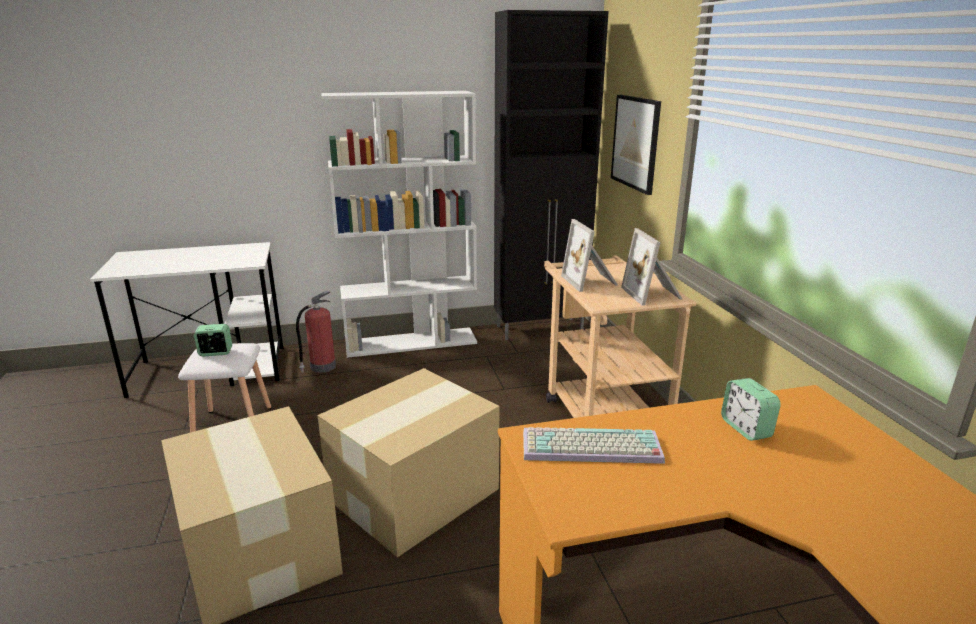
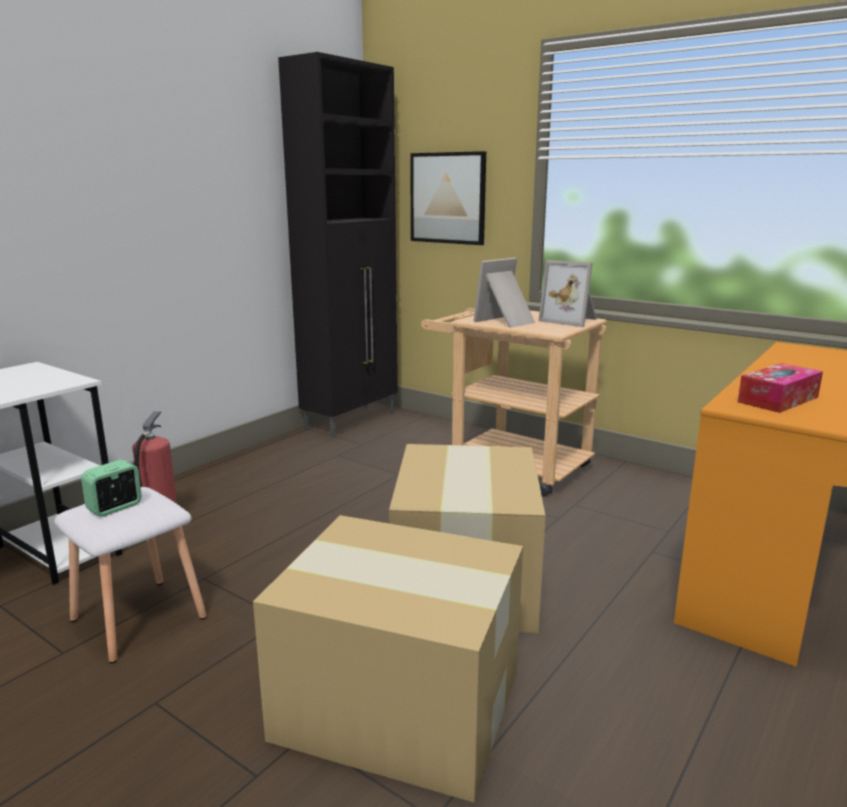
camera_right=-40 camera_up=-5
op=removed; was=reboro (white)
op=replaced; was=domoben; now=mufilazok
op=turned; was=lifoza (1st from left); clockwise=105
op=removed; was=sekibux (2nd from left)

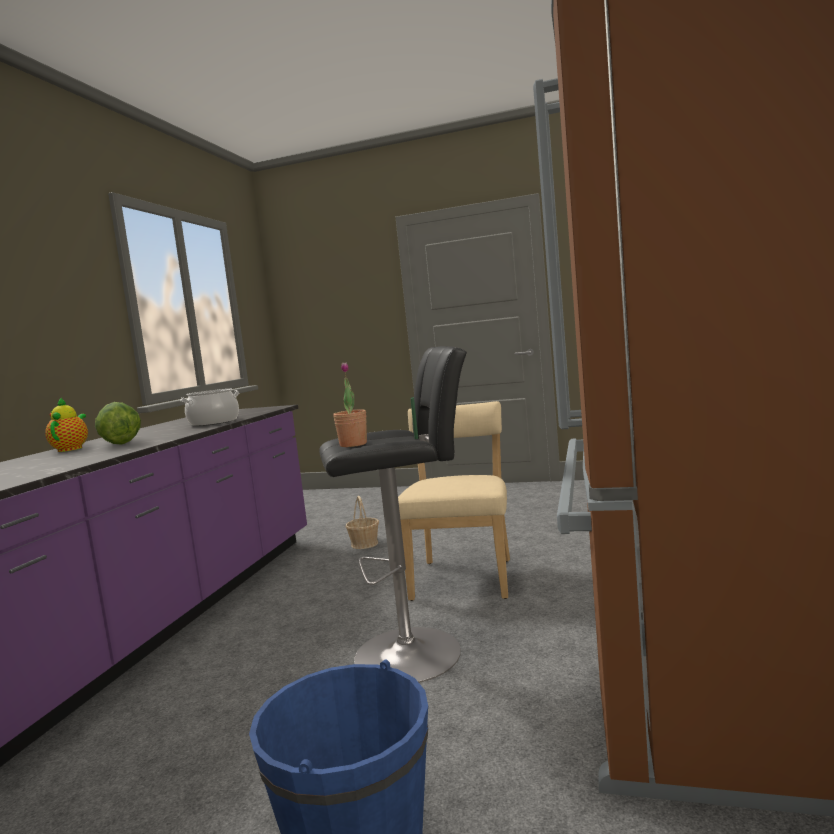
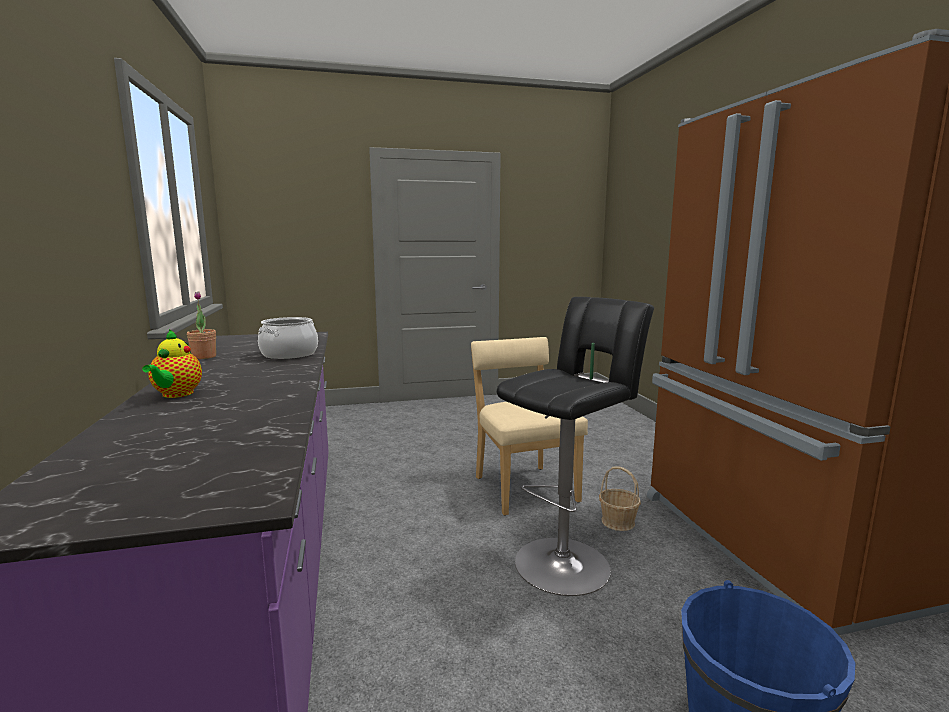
camera_right=-30 camera_up=5
op=turned; was=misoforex; clockwise=-150
op=removed; was=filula
op=moved; was=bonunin
op=moved; was=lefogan

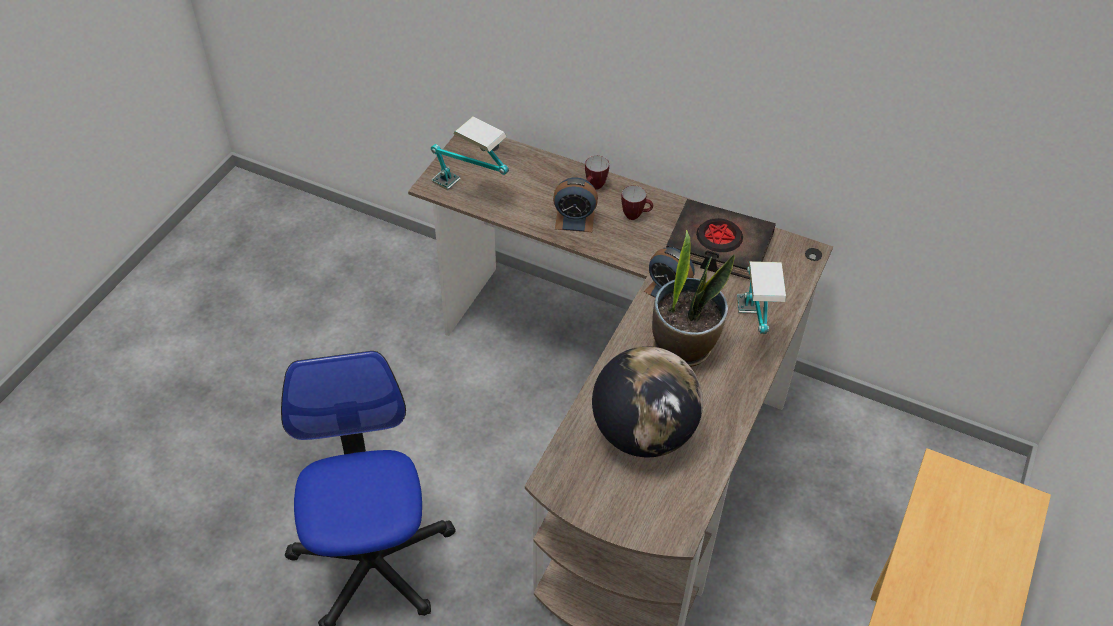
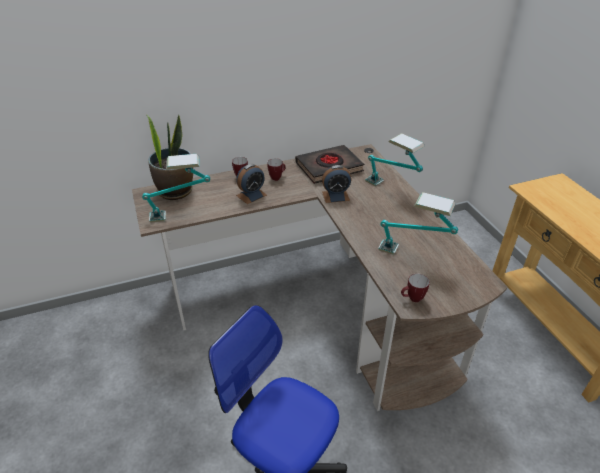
camera_right=-45 camera_up=-10
op=replaced; was=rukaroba; now=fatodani (3rd from left)
op=moved; was=bonunin
op=added; now=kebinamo (3rd from left)

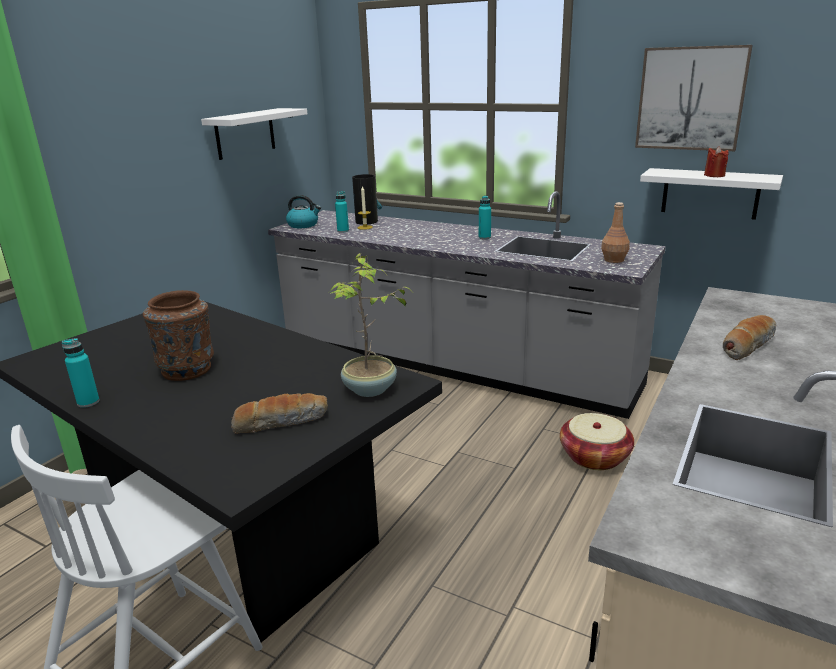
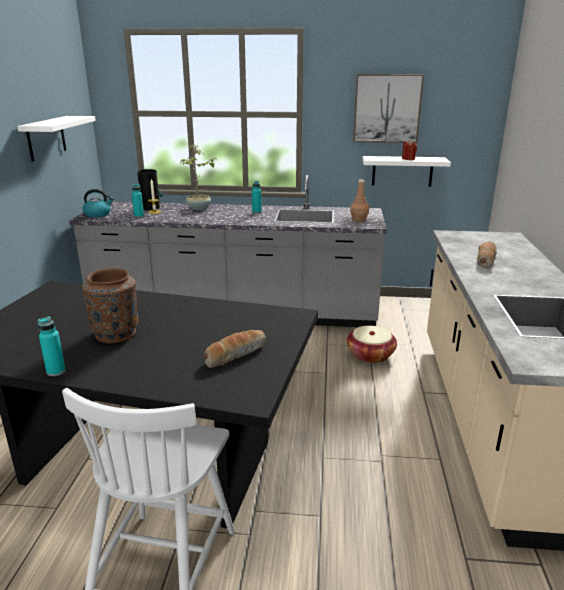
camera_right=-25 camera_up=0
op=moved; was=bonunin

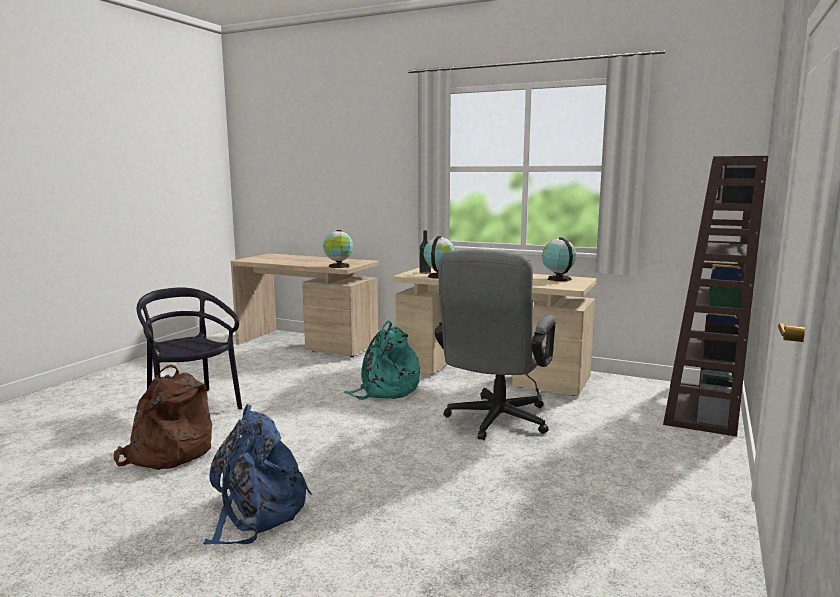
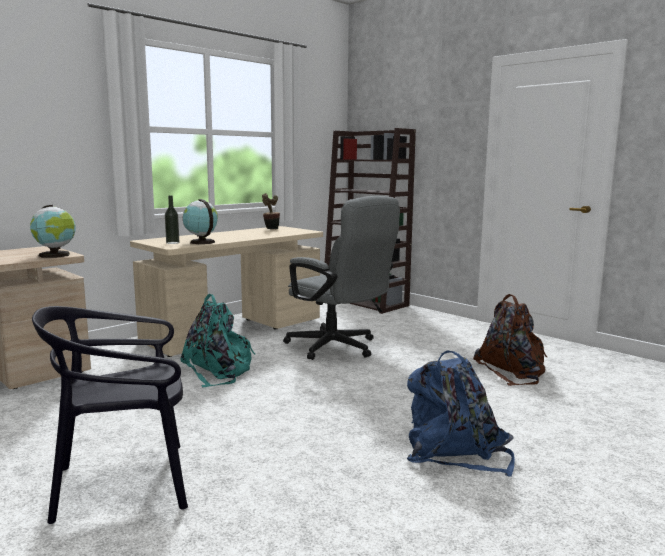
camera_right=-70 camera_up=0
op=moved; was=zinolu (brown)
op=replaced; was=rukaroba (3rd from left); now=bonunin

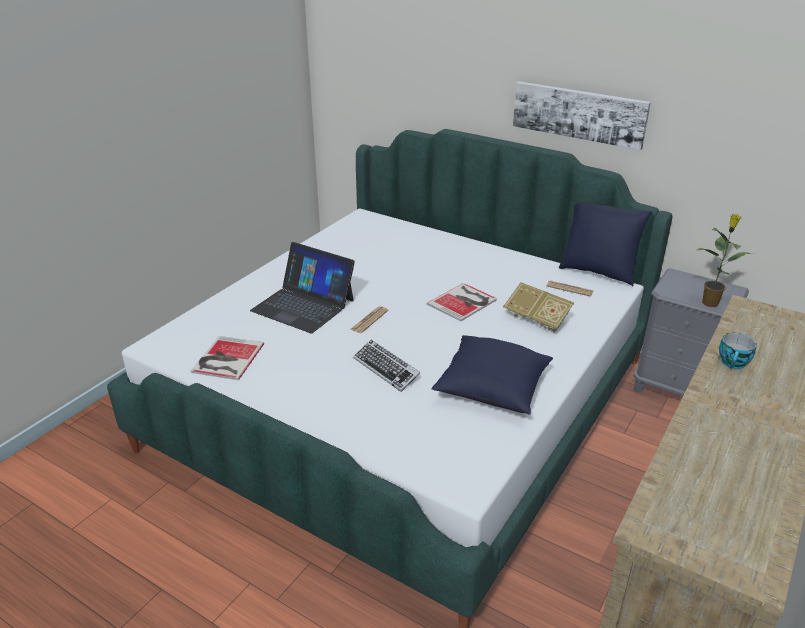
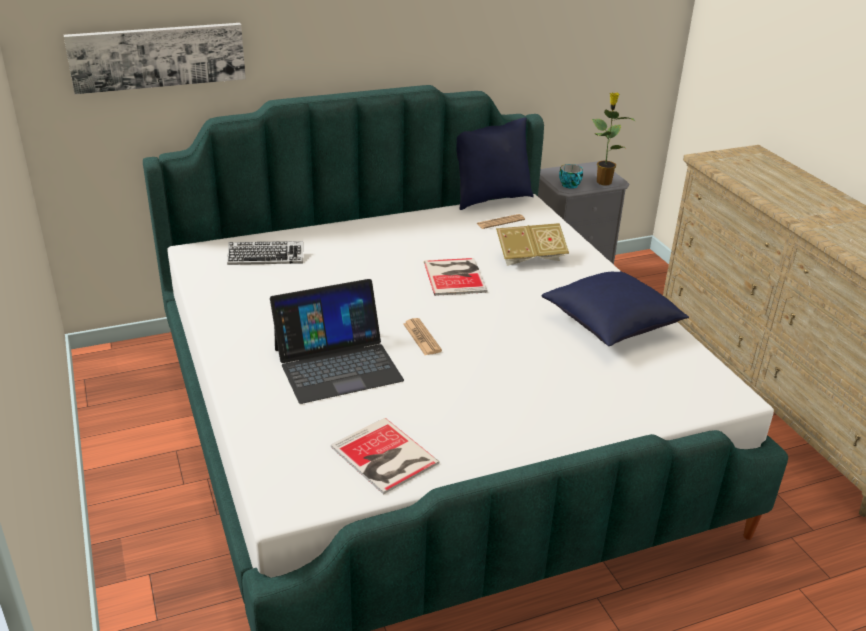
camera_right=-55 camera_up=0
op=moved; was=domoben
op=moved; was=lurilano
op=moved; was=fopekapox

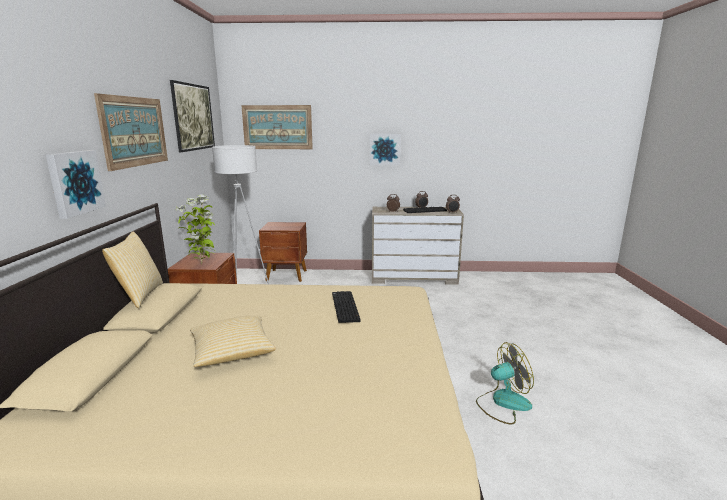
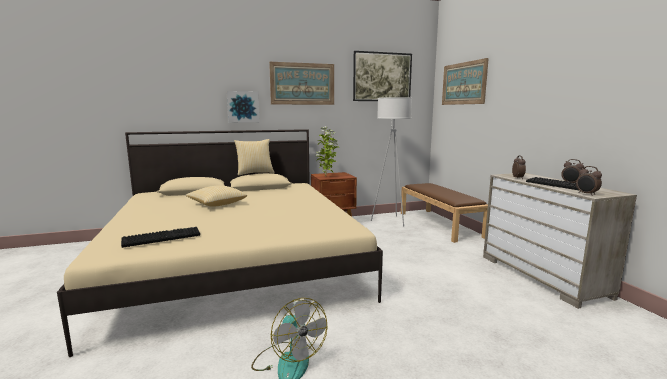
camera_right=70 camera_up=-5
op=replaced; was=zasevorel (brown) (2nd from left); now=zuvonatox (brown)
op=moved; was=domoben (1st from left)
op=removed; was=lurilano (5th from left)

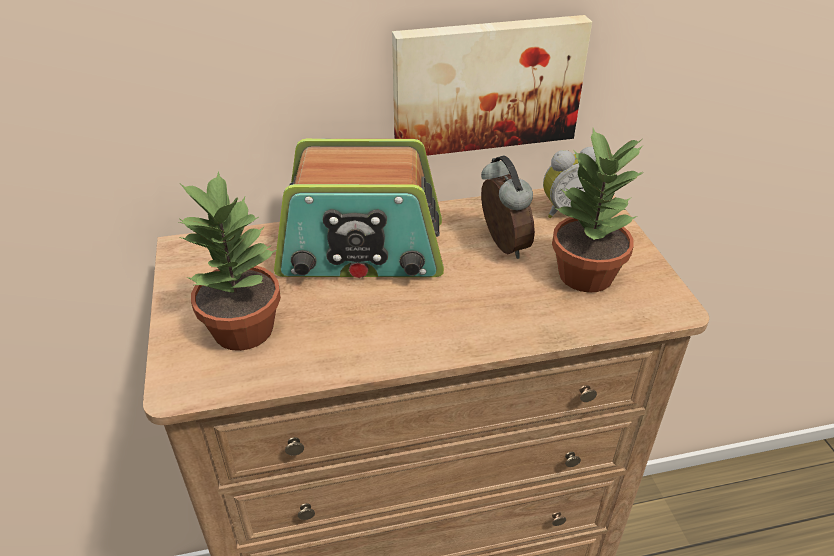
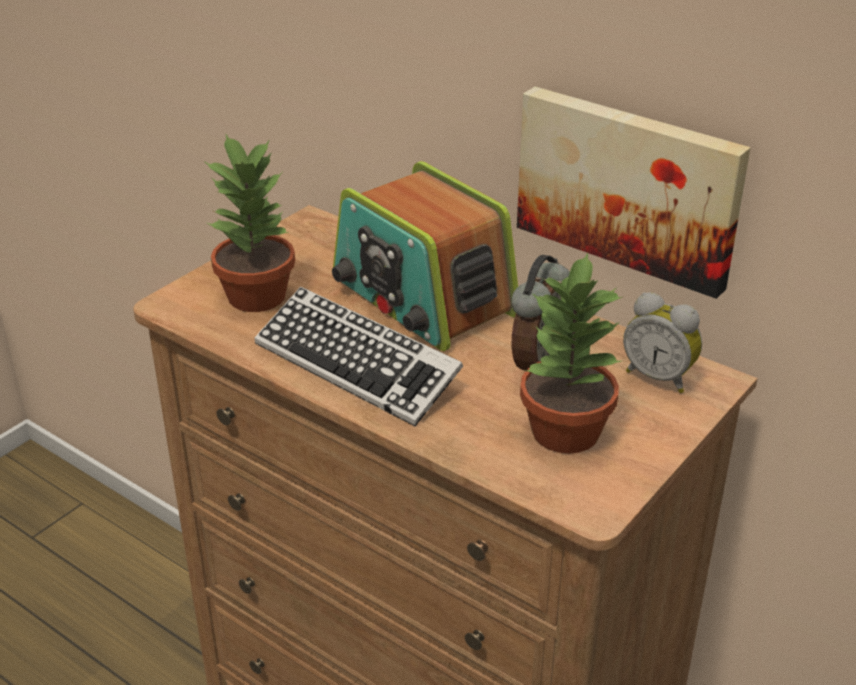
camera_right=50 camera_up=-5
op=added; now=domoben

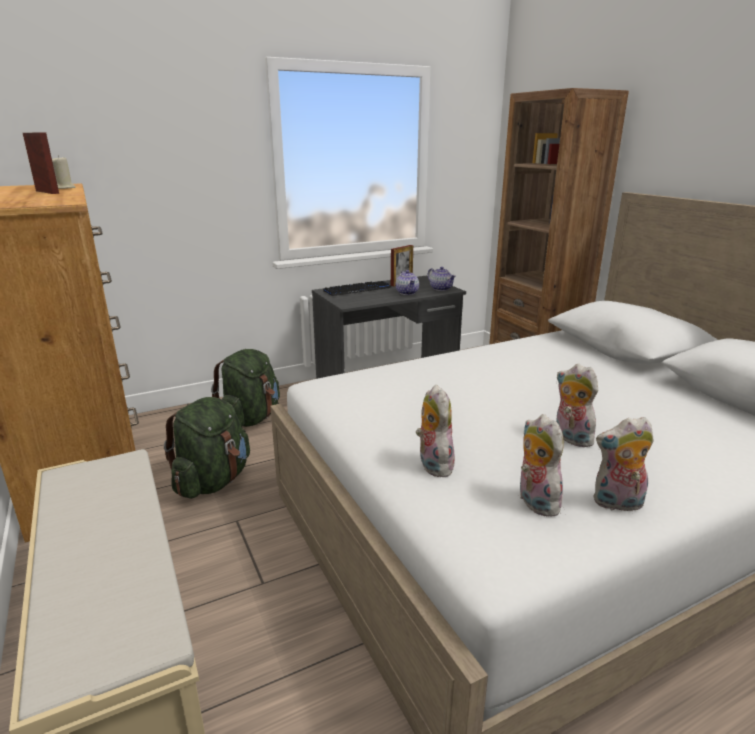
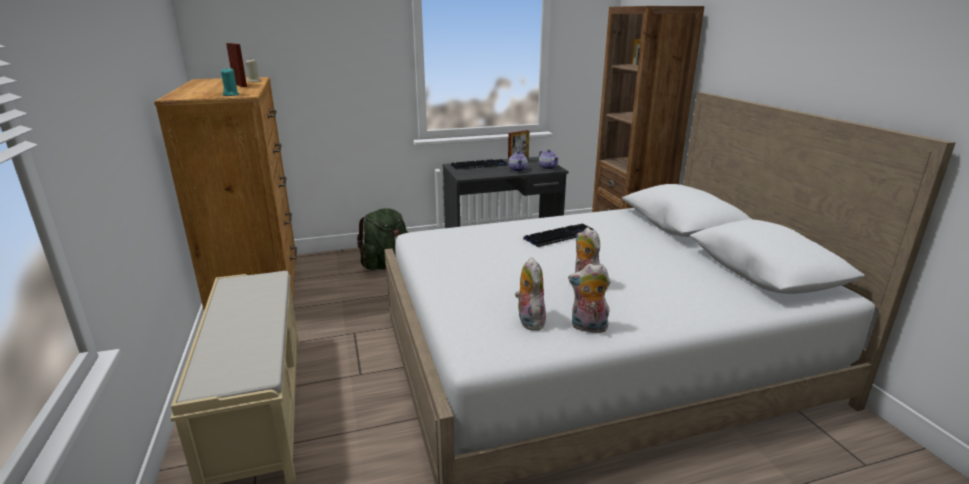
camera_right=10 camera_up=0
op=removed; was=zinolu (green) (1st from left)
op=removed; was=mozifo (1st from left)
op=added; now=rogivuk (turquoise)
op=added; now=domoben (2nd from left)

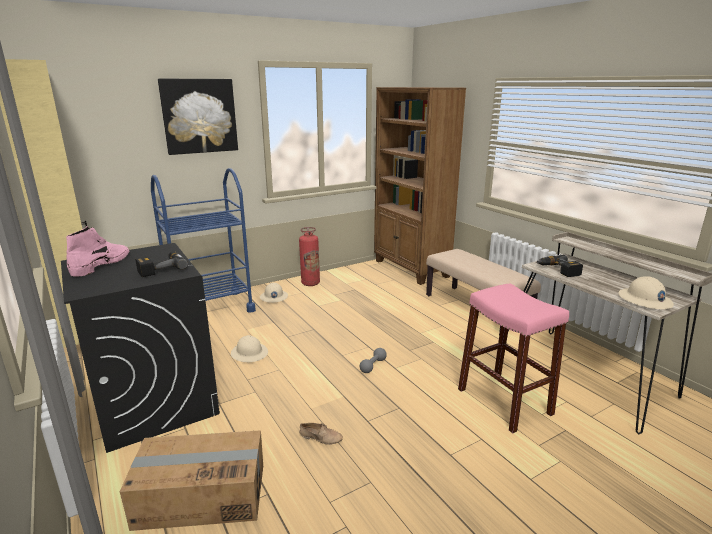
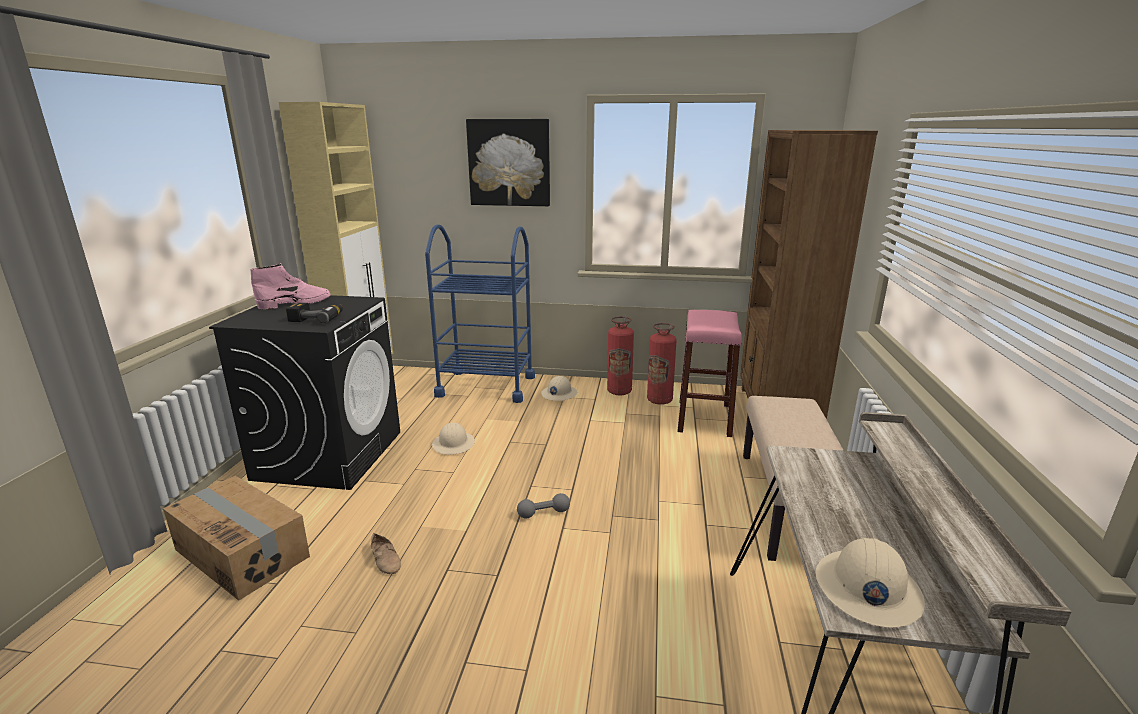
camera_right=40 camera_up=0
op=moved; was=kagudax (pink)
op=removed; was=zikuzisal (2nd from left)
op=added; now=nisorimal (2nd from left)

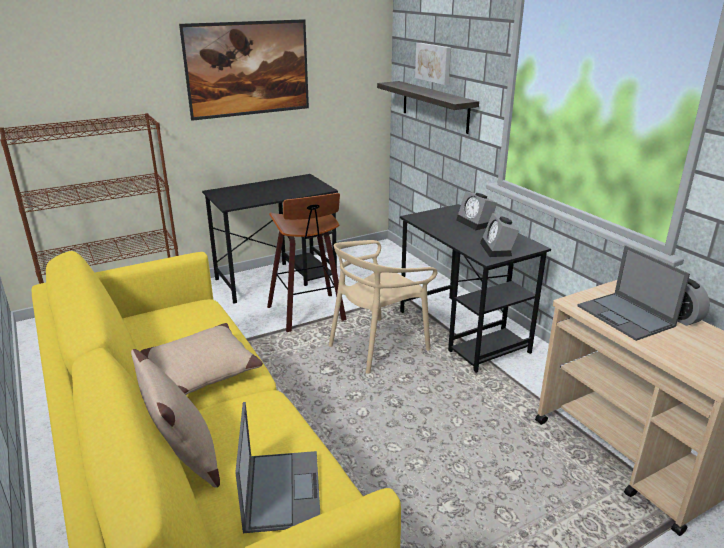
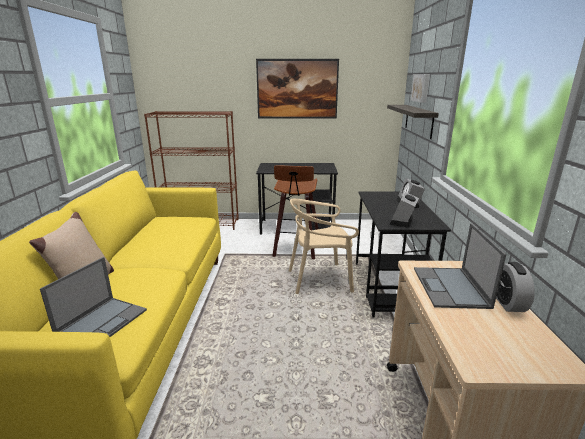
camera_right=30 camera_up=-5
op=removed; was=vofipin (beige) (2nd from left)

